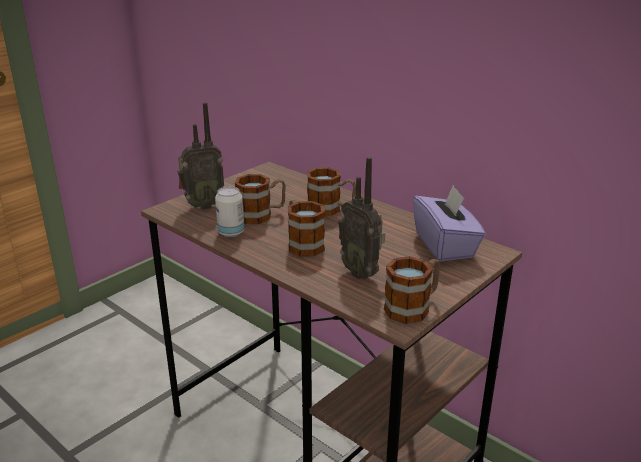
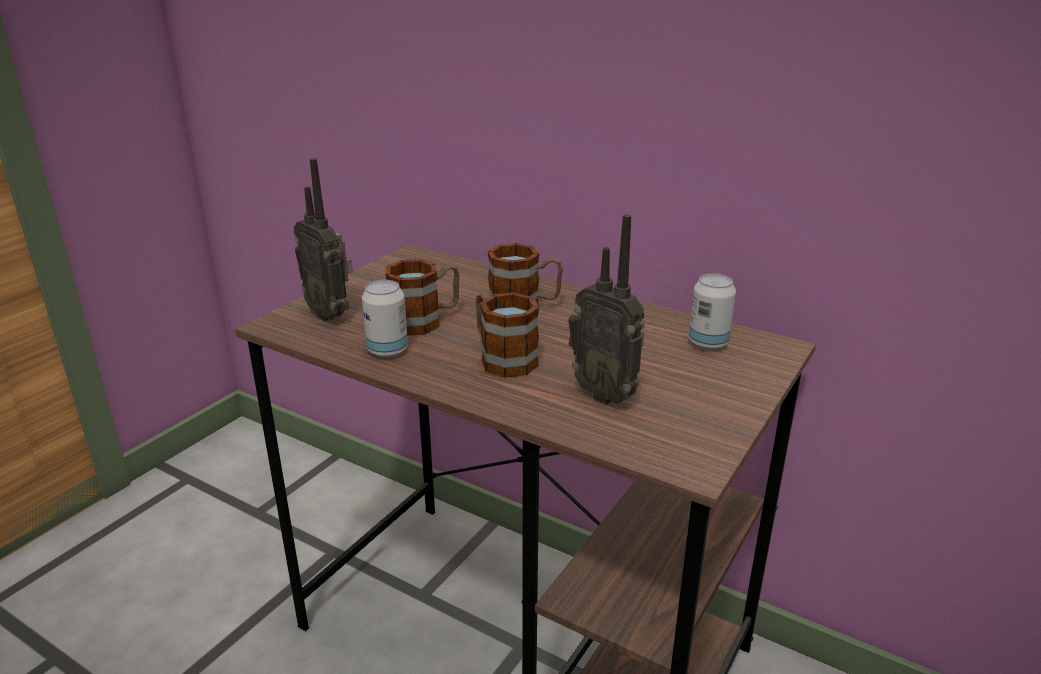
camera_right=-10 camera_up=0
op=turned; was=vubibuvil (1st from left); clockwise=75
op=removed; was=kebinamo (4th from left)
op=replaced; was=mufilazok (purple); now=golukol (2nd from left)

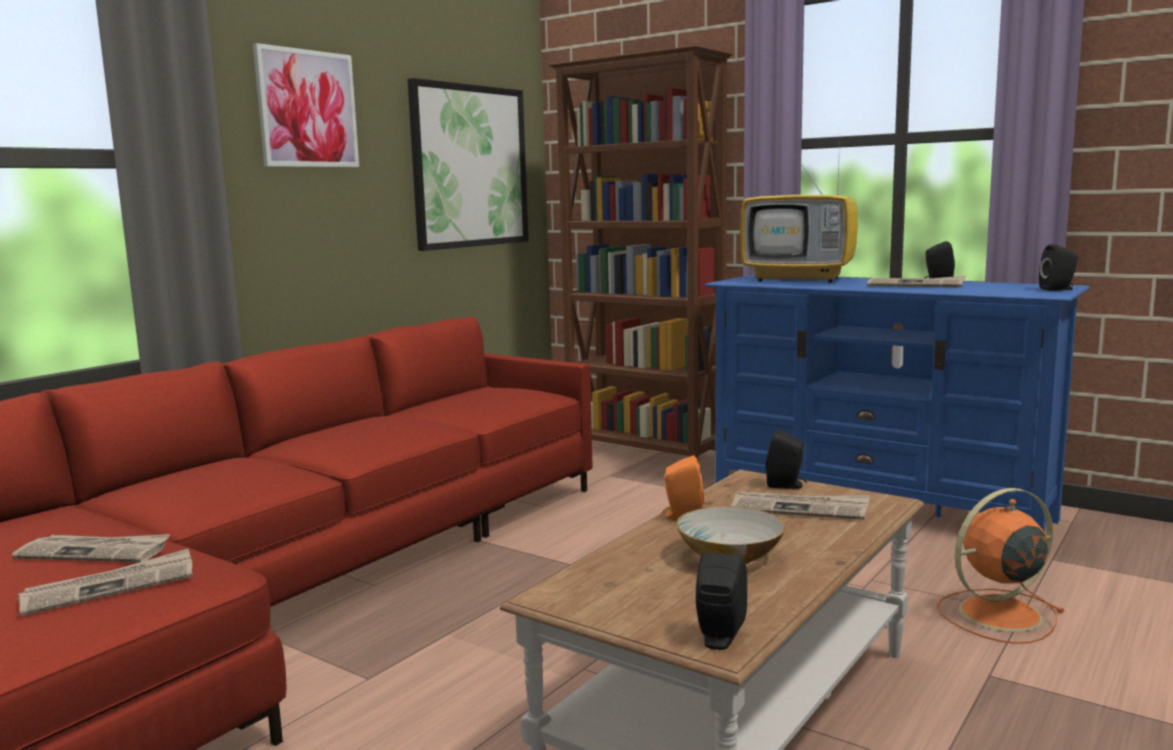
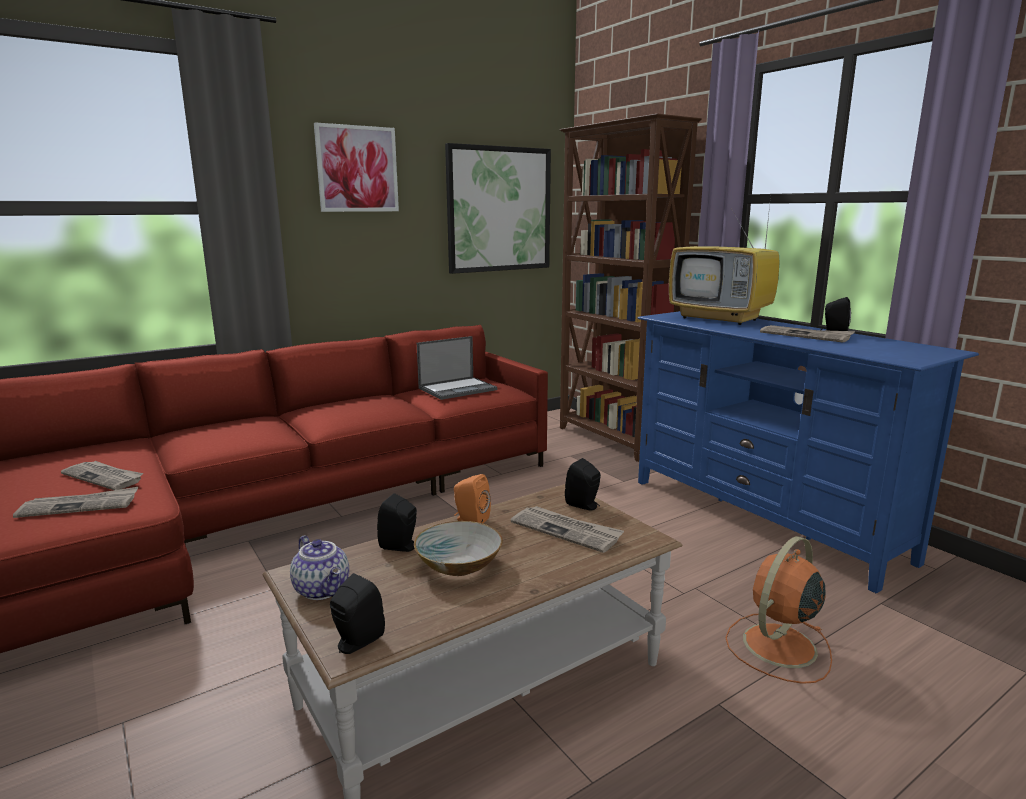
camera_right=20 camera_up=5
op=turned; was=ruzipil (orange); clockwise=-45
op=moved; was=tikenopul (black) (4th from left in the first image); now=tikenopul (black) (2nd from left)
op=added; now=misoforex
op=added; now=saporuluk

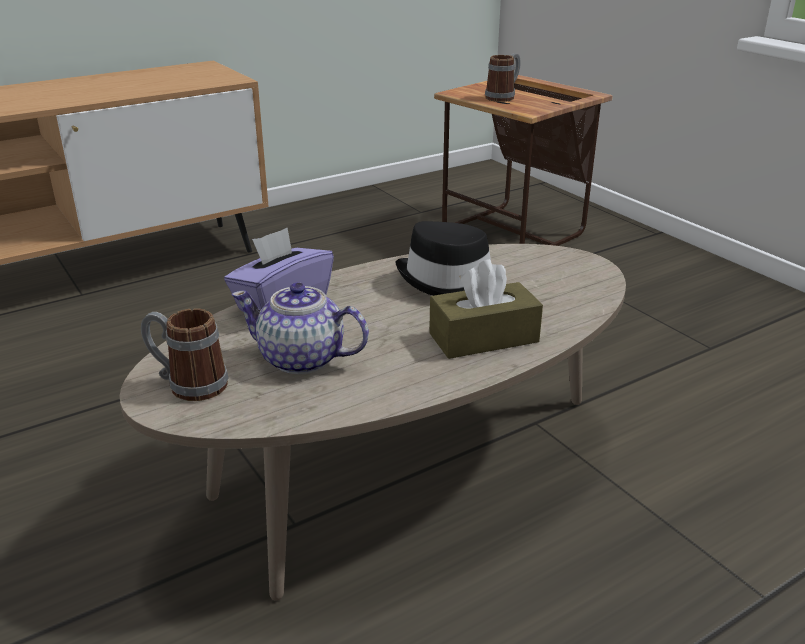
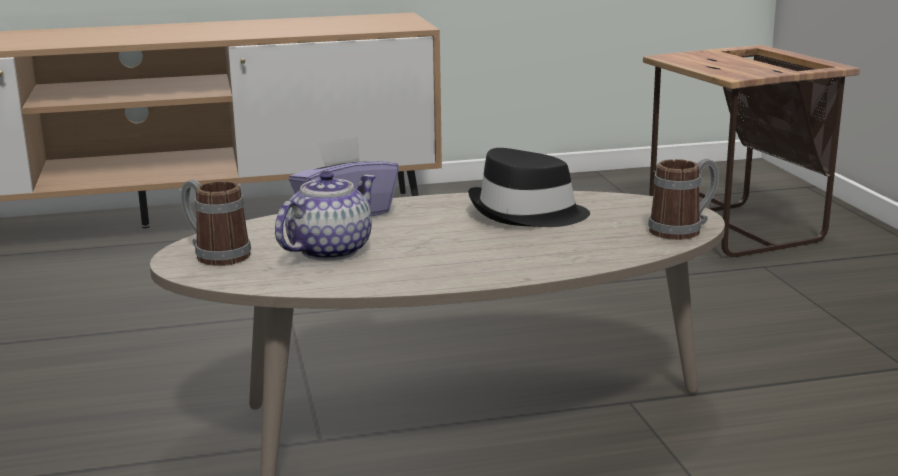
camera_right=20 camera_up=-10
op=turned; was=misoforex; clockwise=90
op=removed; was=mufilazok (brown)
op=moved; was=kebinamo (2nd from left)

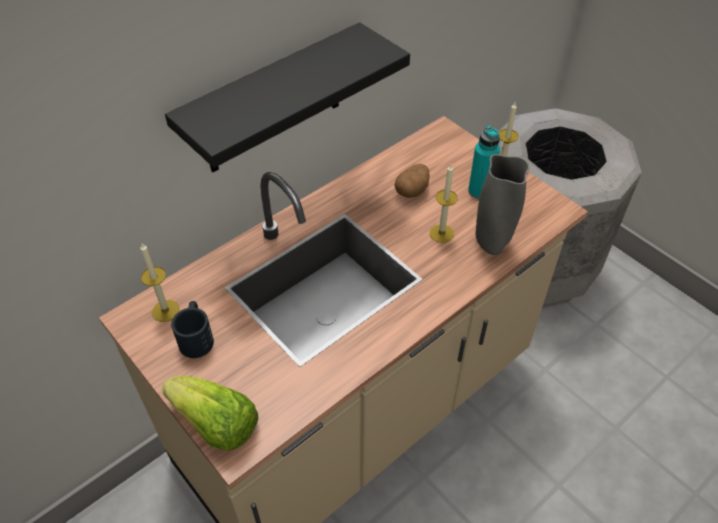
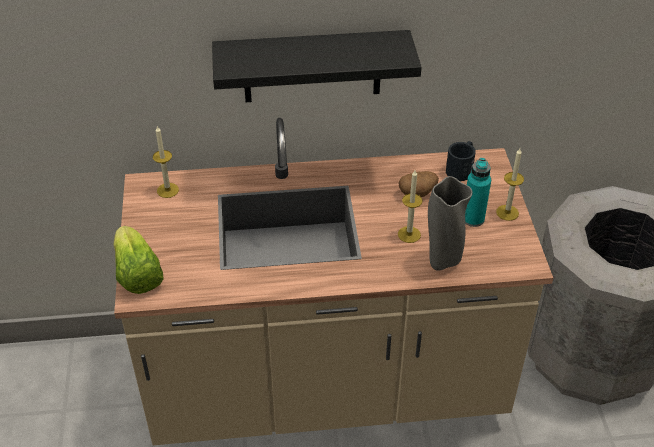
camera_right=35 camera_up=-5
op=moved; was=kebinamo (black)

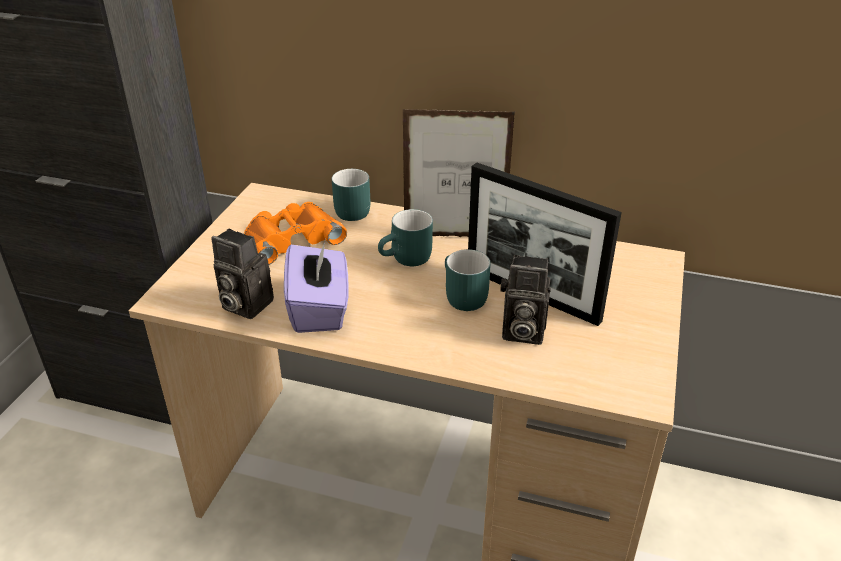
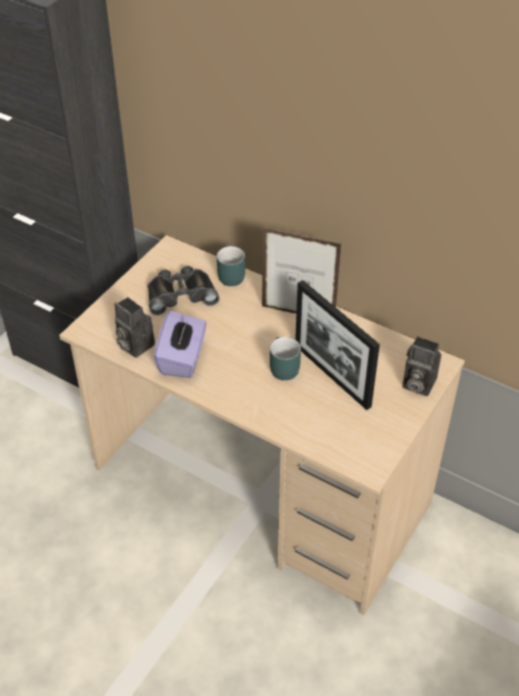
camera_right=15 camera_up=10
op=recoloured; was=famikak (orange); now=famikak (black)
op=removed; was=kebinamo (turquoise) (2nd from left)
op=moved; was=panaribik (2nd from left)

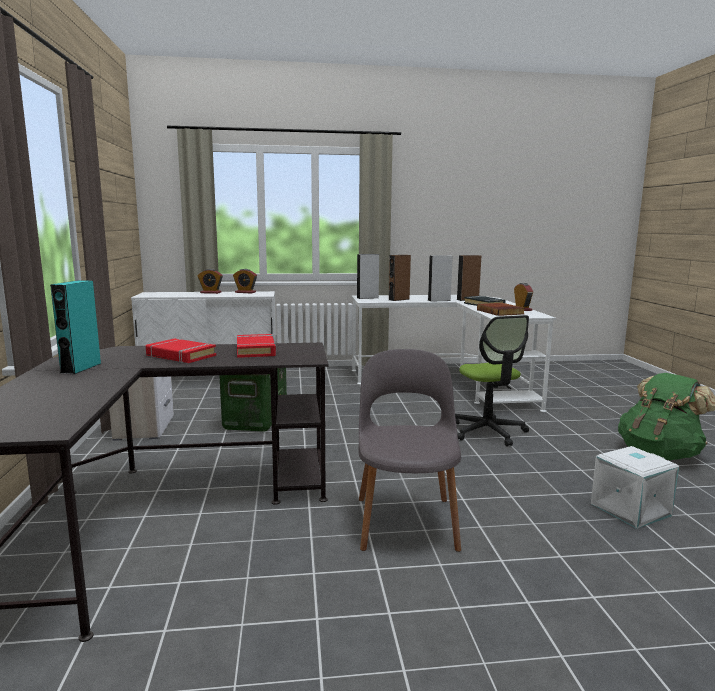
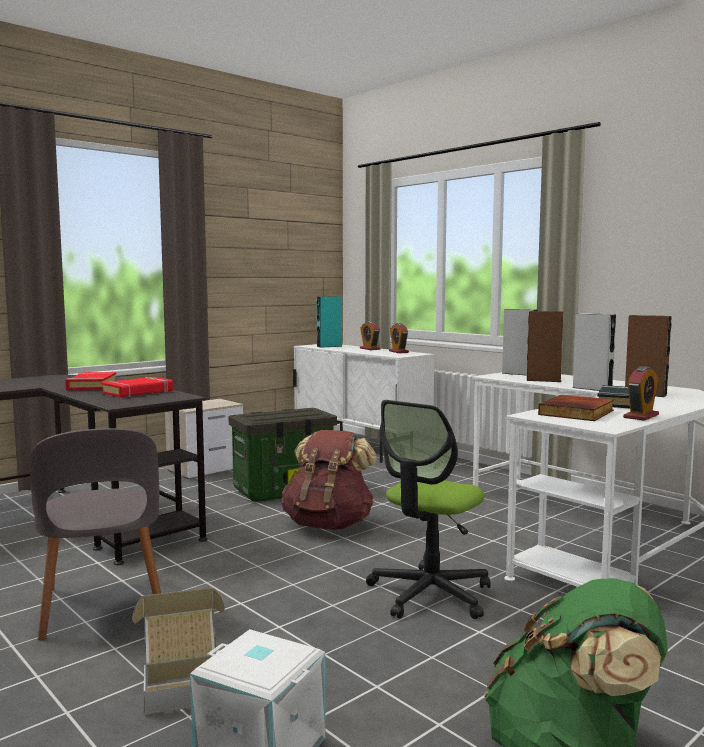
camera_right=55 camera_up=-5
op=moved; was=tikenopul (turquoise)
op=turned; was=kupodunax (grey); clockwise=105
op=added; now=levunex
op=added; now=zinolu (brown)

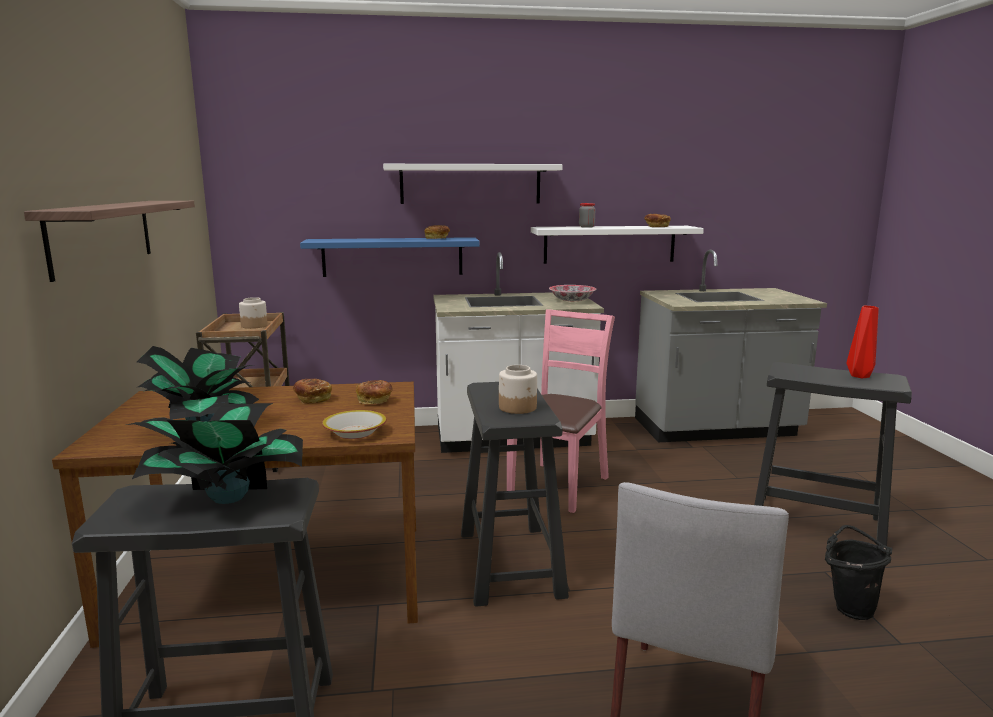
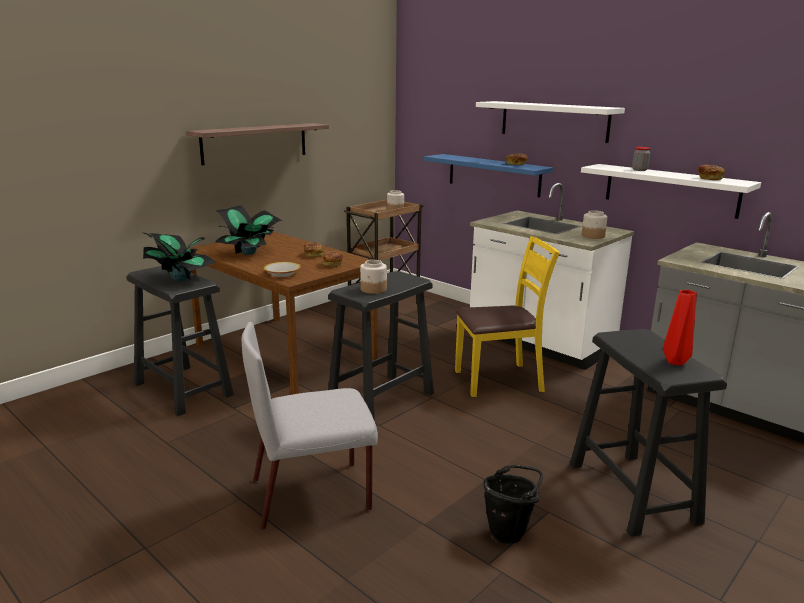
camera_right=50 camera_up=5
op=recoloured; was=kupodunax (pink); now=kupodunax (yellow)
op=replaced; was=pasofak (2nd from left); now=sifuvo (3rd from left)

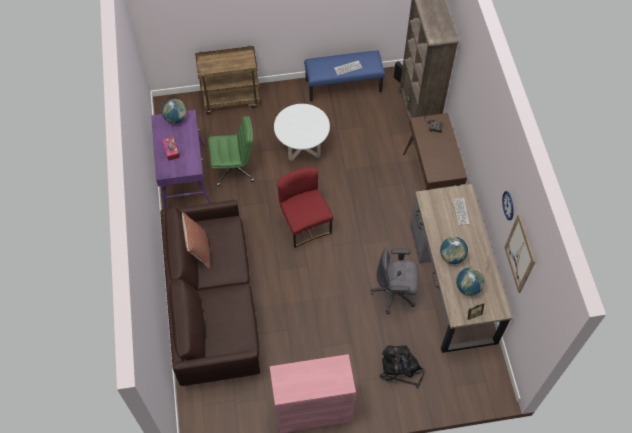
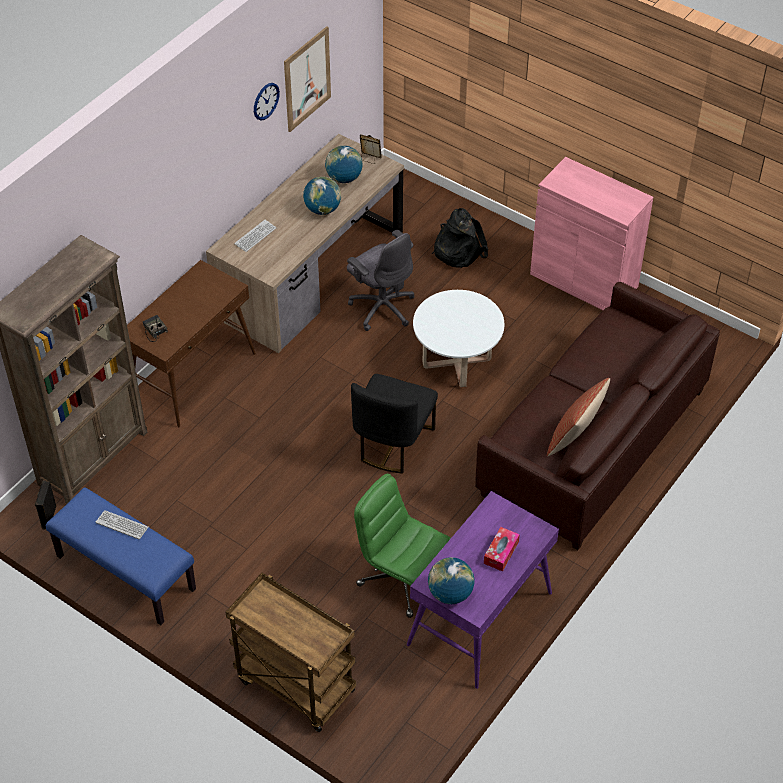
camera_right=-135 camera_up=-10
op=moved; was=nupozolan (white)
op=recoloured; was=kupodunax (red); now=kupodunax (black)

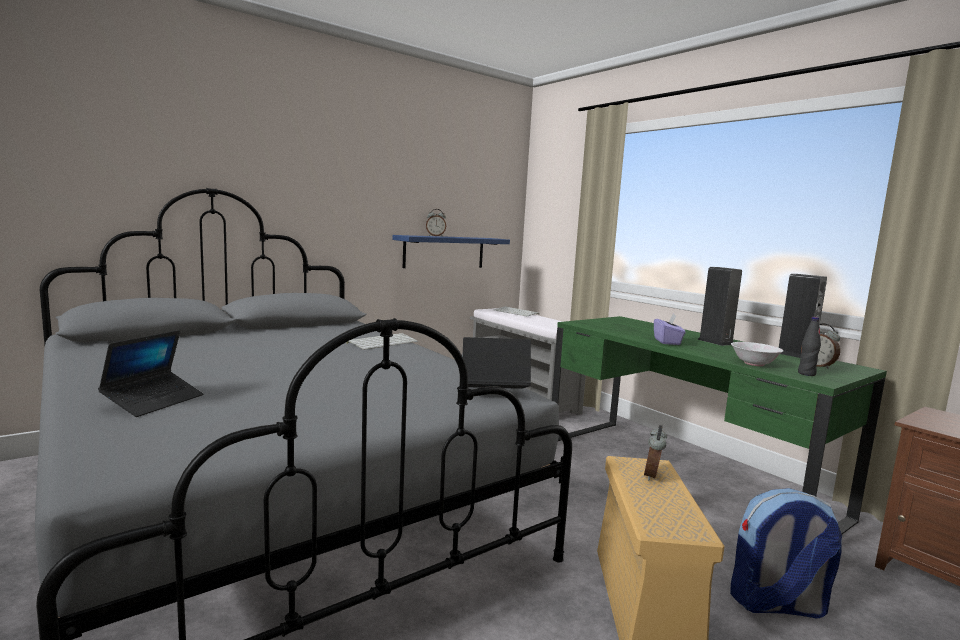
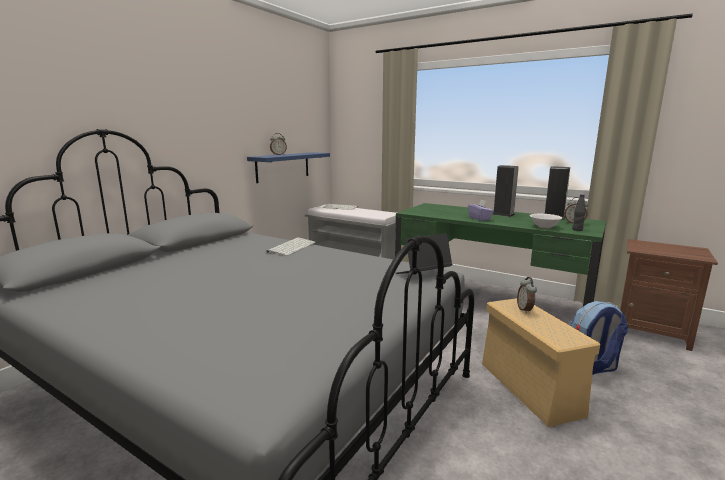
camera_right=-20 camera_up=5
op=removed; was=saporuluk (1st from left)

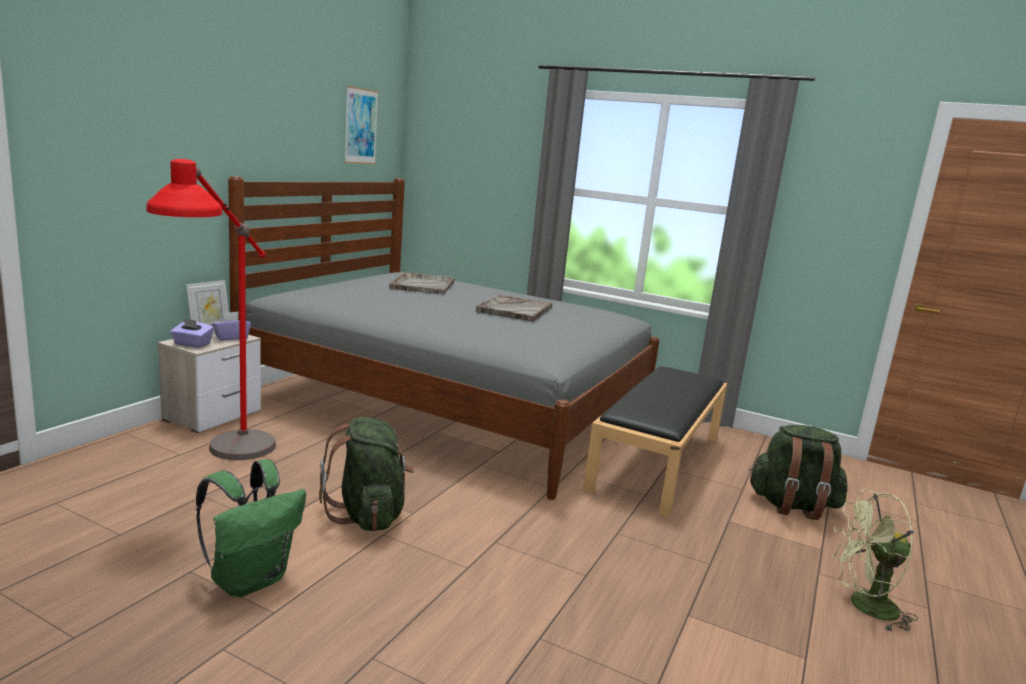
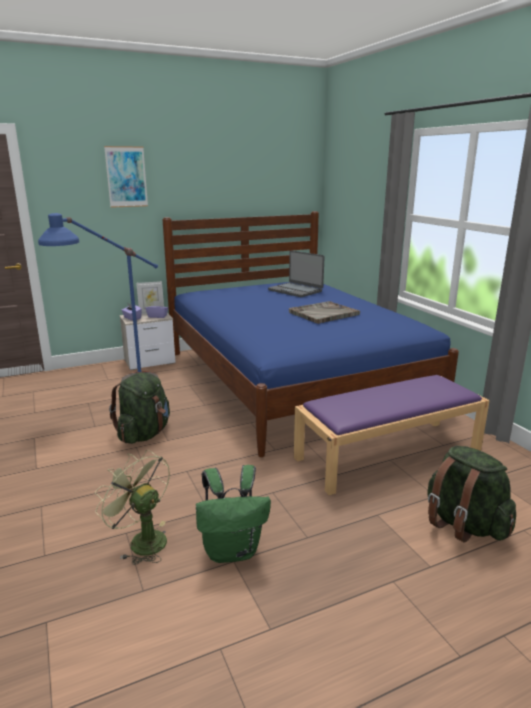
camera_right=40 camera_up=5
op=recoloured; was=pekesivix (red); now=pekesivix (blue)
op=moved; was=zinolu (green) (1st from left in the first image); now=zinolu (green) (2nd from left)
op=recoloured; was=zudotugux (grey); now=zudotugux (blue)
op=moved; was=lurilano
op=replaced; was=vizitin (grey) (1st from left); now=saporuluk
op=recoloured; was=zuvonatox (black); now=zuvonatox (purple)
op=moved; was=ruzipil (green)

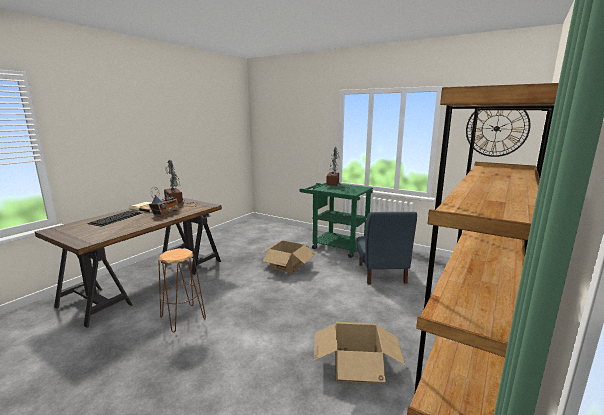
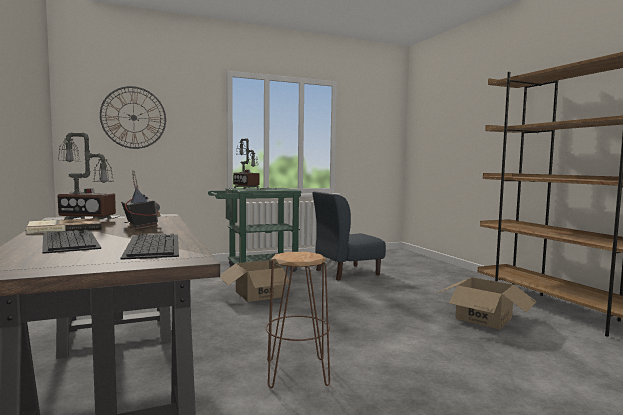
camera_right=-55 camera_up=-10
op=turned; was=kupodunax (blue); clockwise=120
op=moved; was=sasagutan
op=added; now=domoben (2nd from left)

